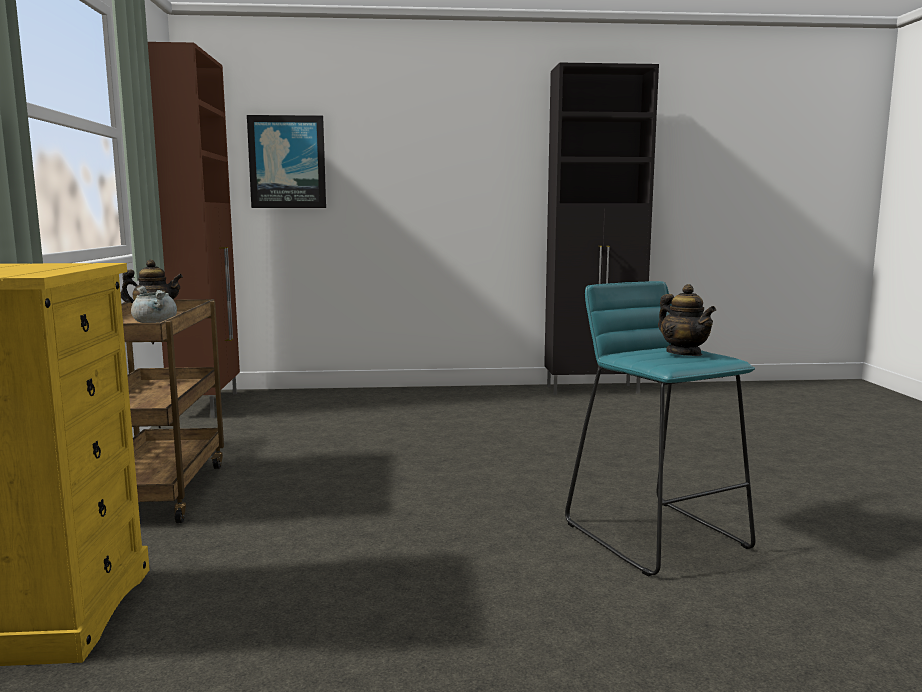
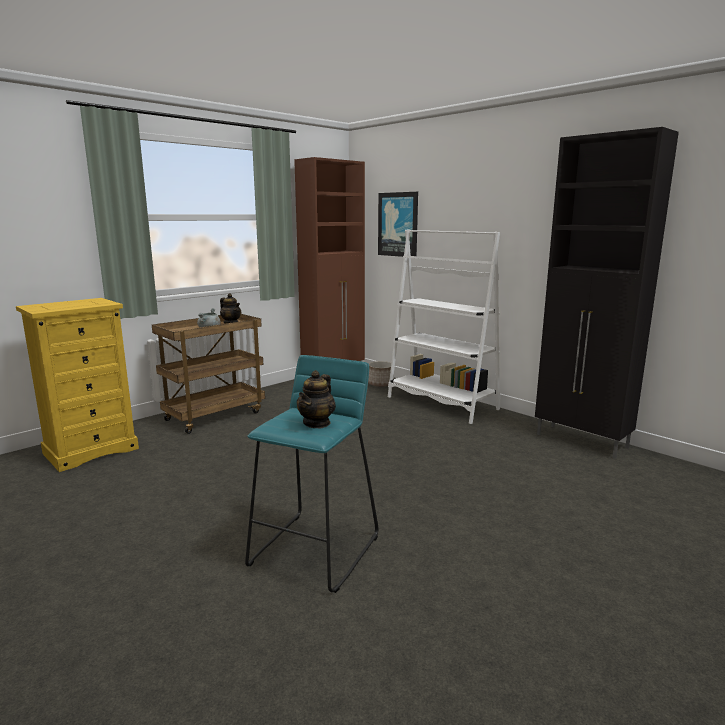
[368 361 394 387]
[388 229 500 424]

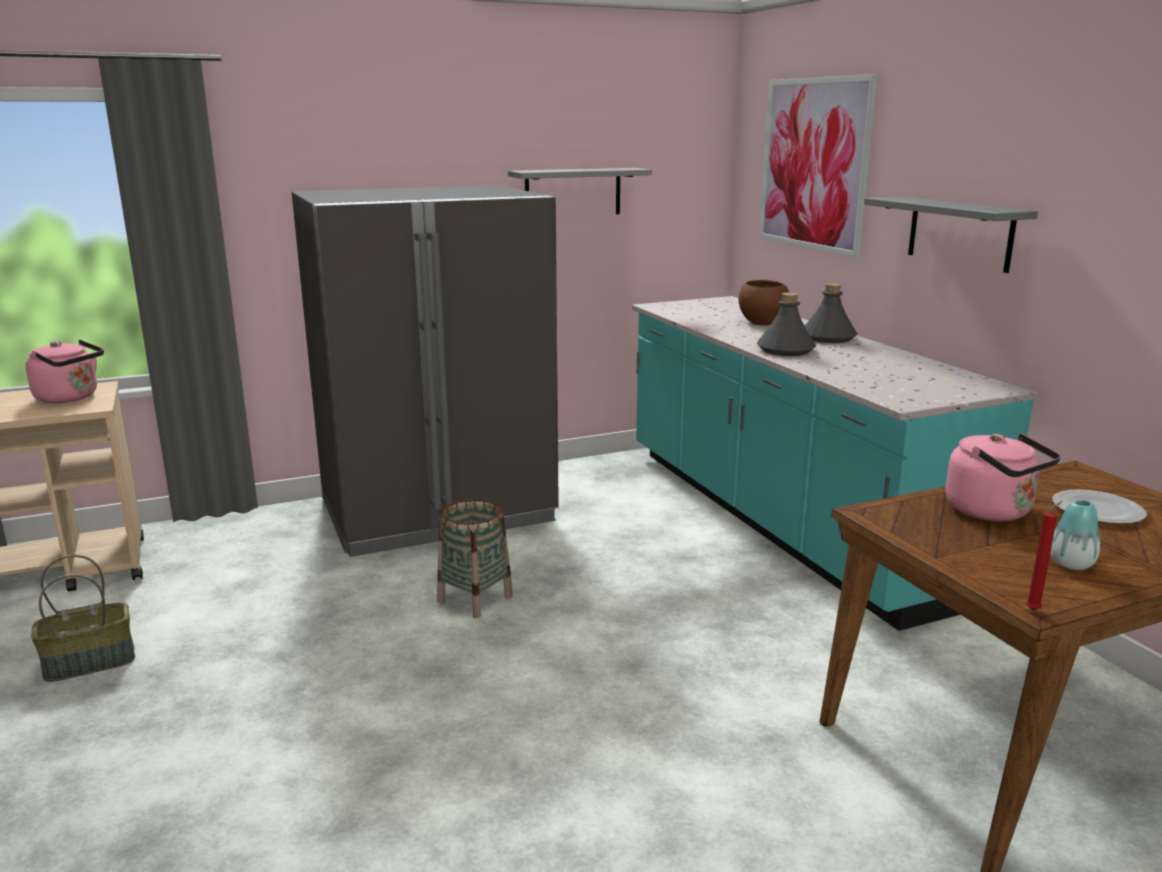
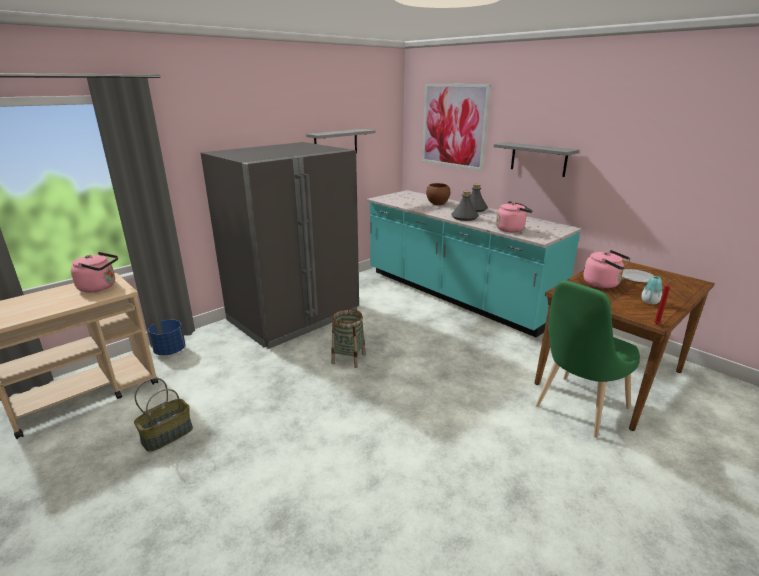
[148 320 185 355]
[496 201 533 232]
[536 280 640 438]

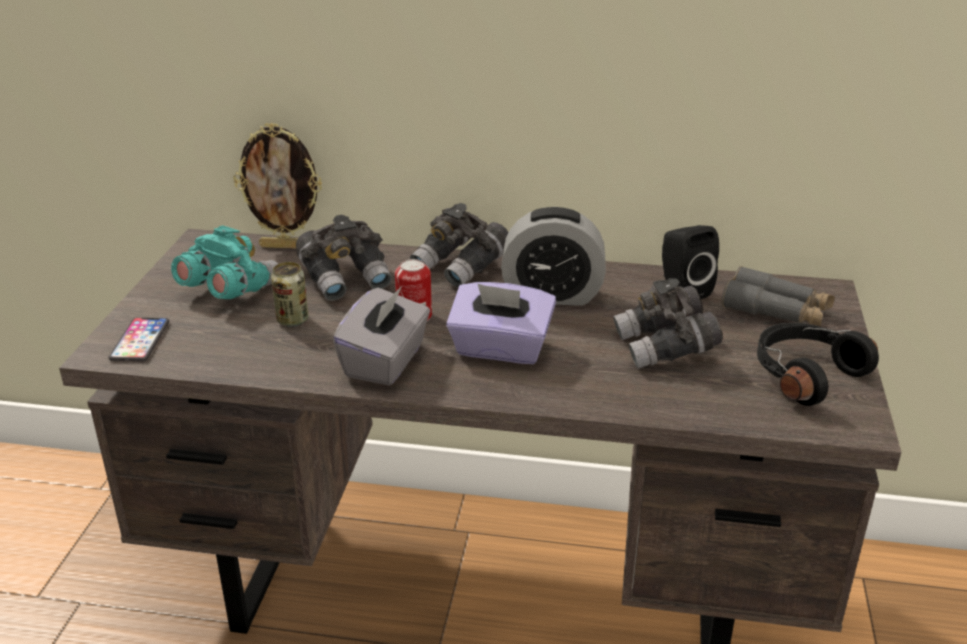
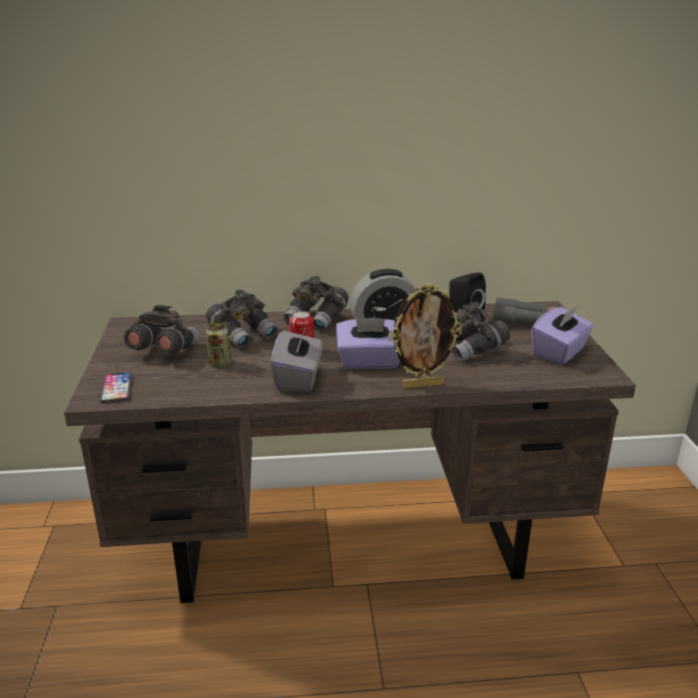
[124 305 200 355]
[390 283 462 388]
[531 305 594 365]

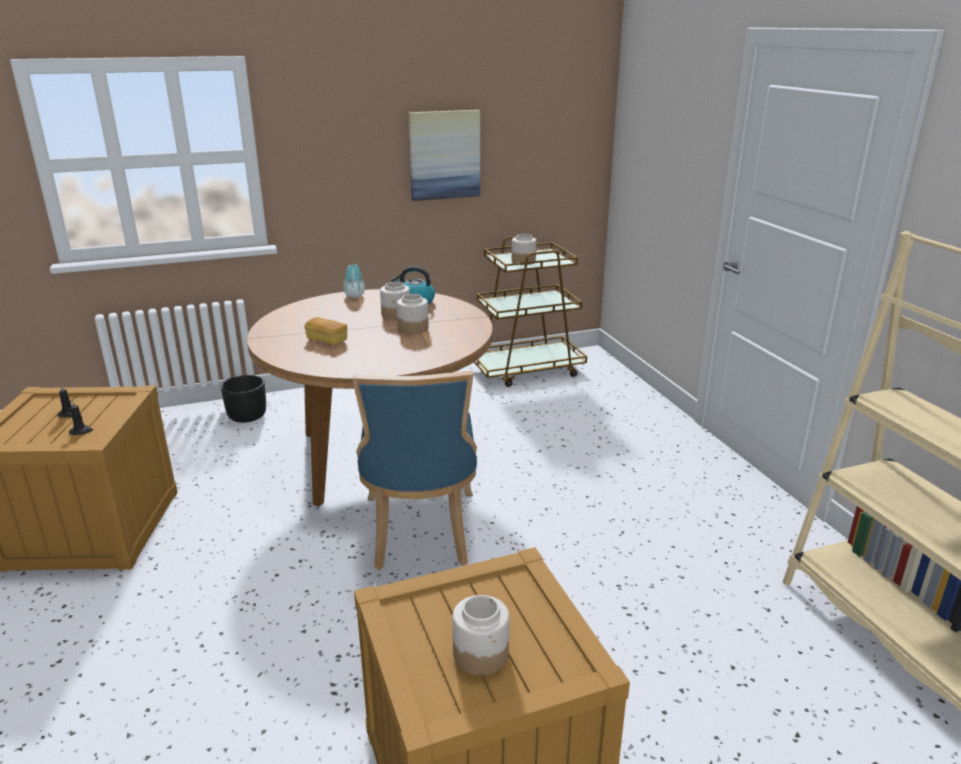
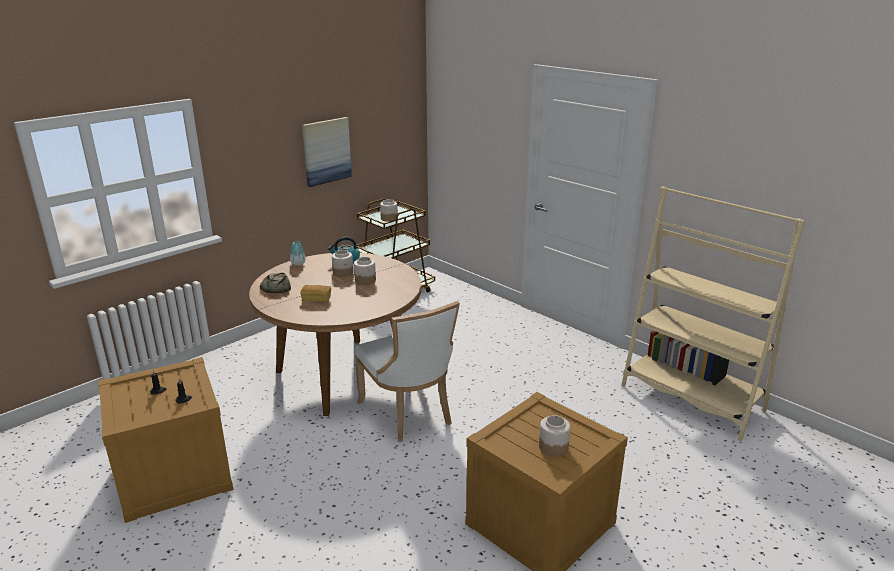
[260 273 291 293]
[355 301 460 442]
[221 375 266 423] (first image)

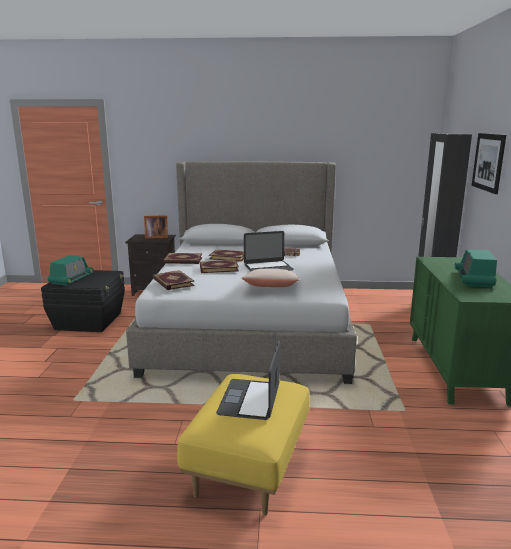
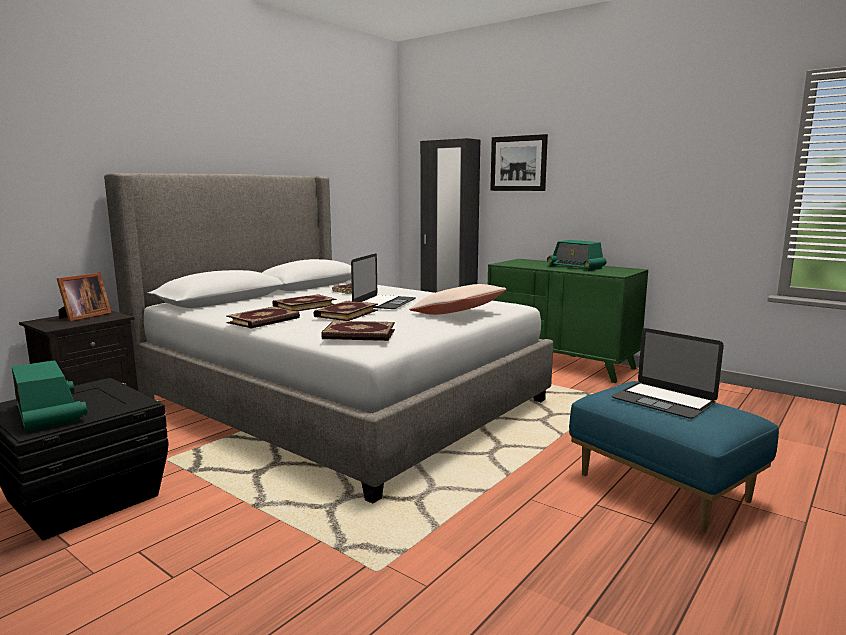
[569 381 779 532]

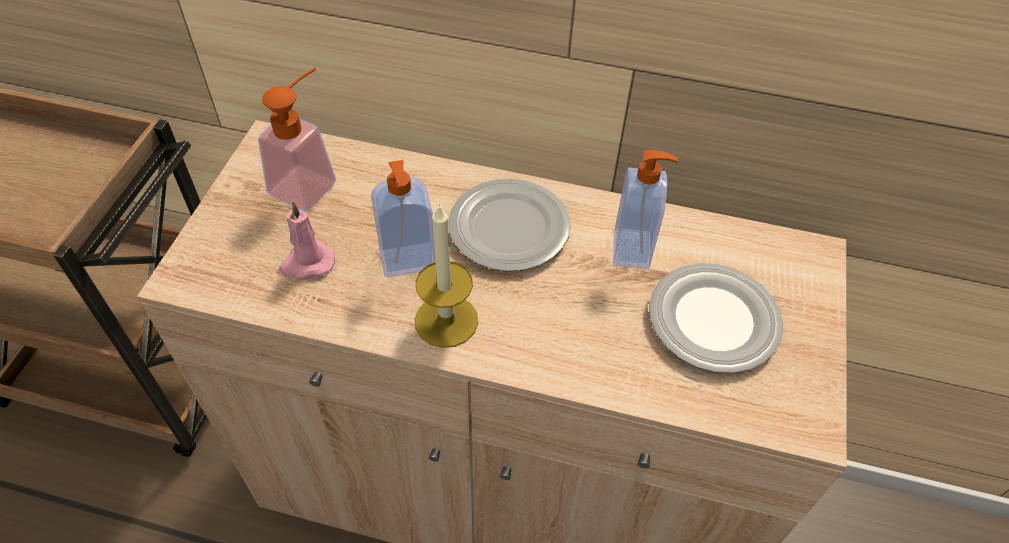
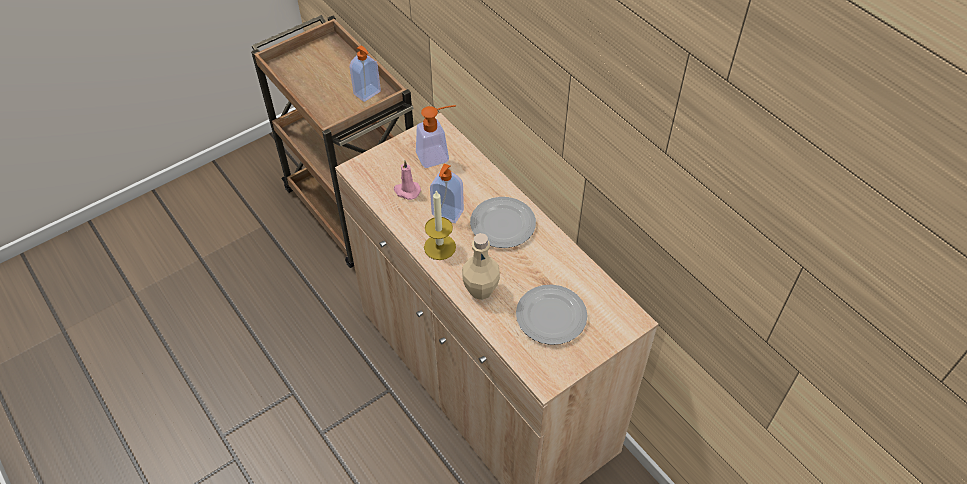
[350 46 381 102]
[462 233 500 300]

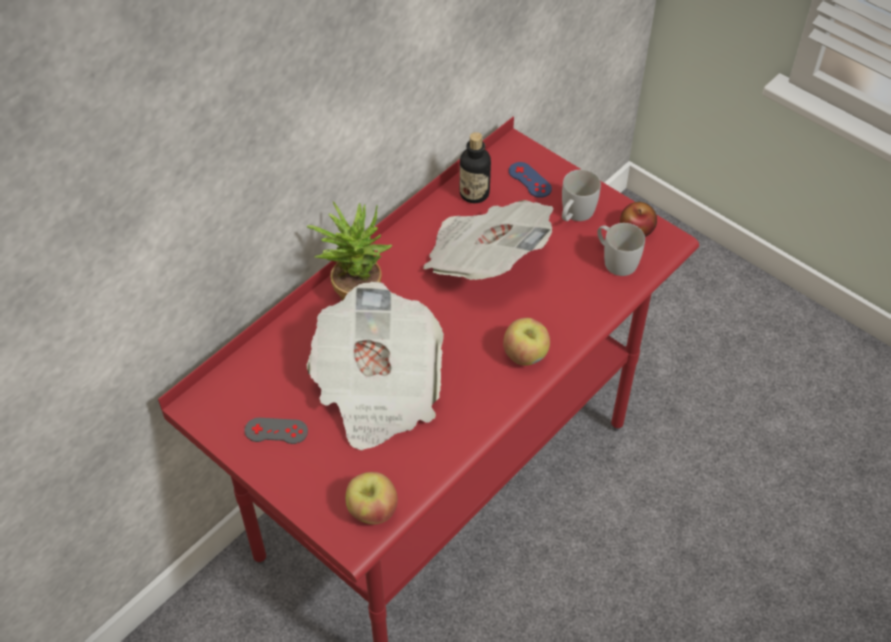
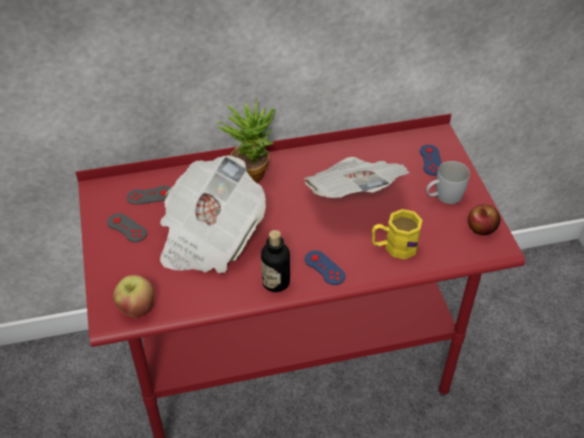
[126 186 171 205]
[261 230 290 292]
[305 250 345 285]
[372 209 422 259]
[597 223 645 276] (first image)

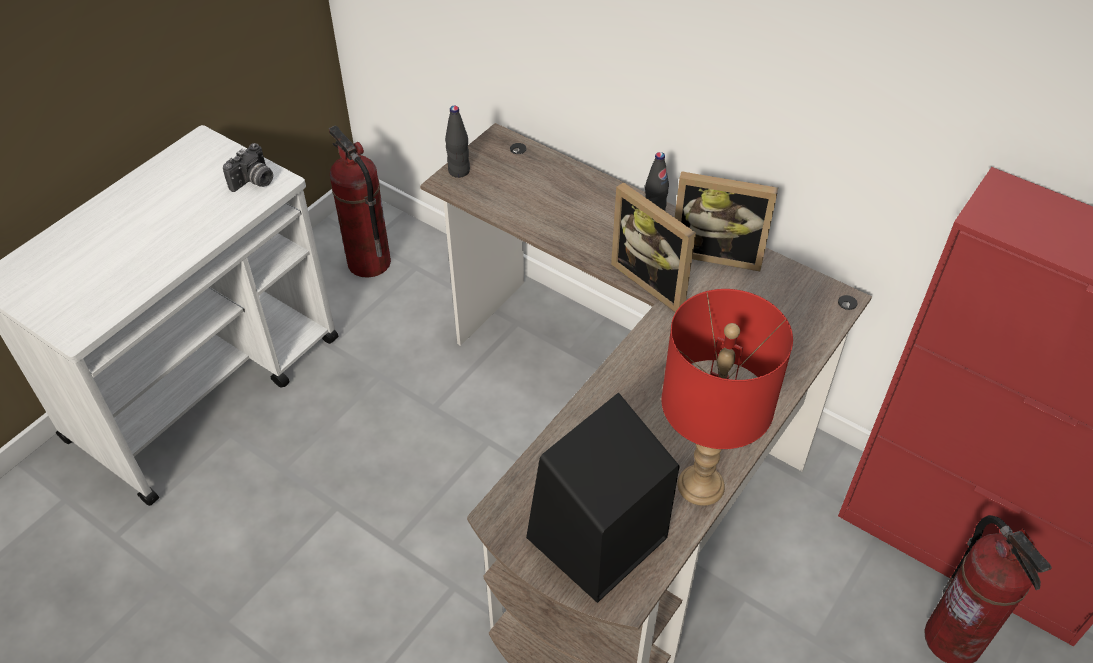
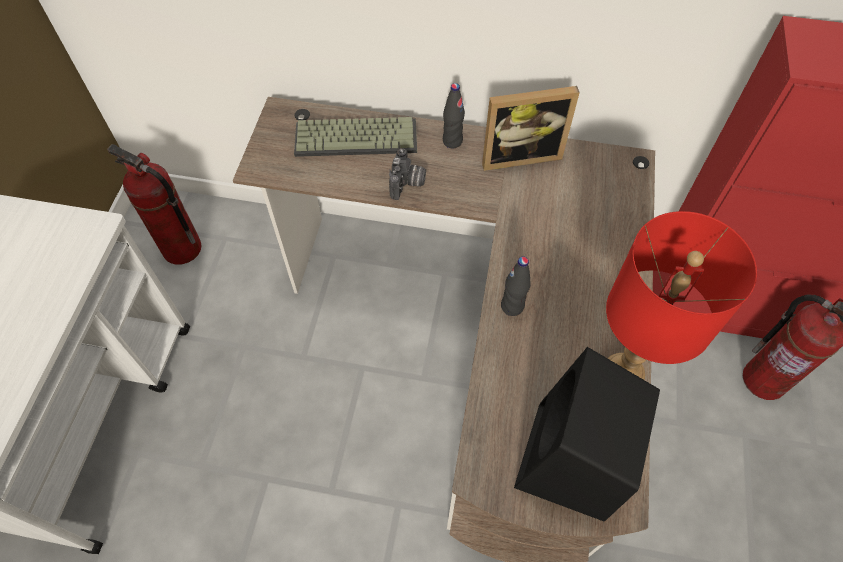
[294 117 417 157]
[389 148 426 200]
[501 257 531 316]
[611 182 696 312] (first image)

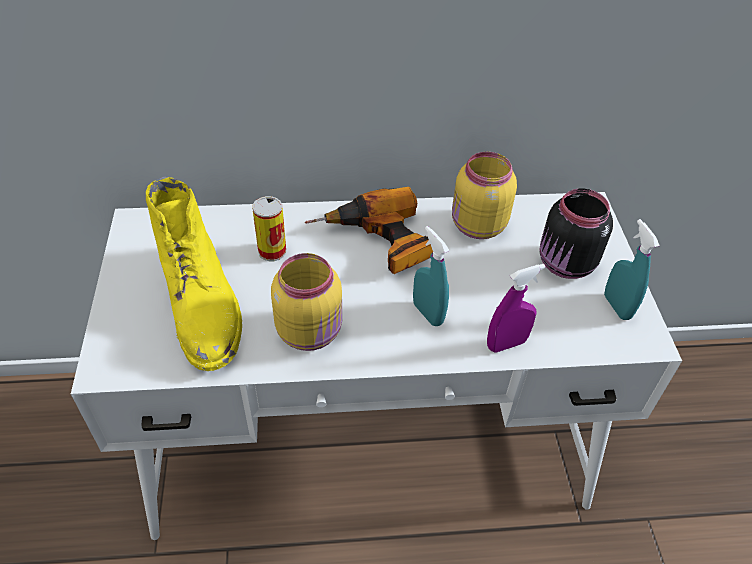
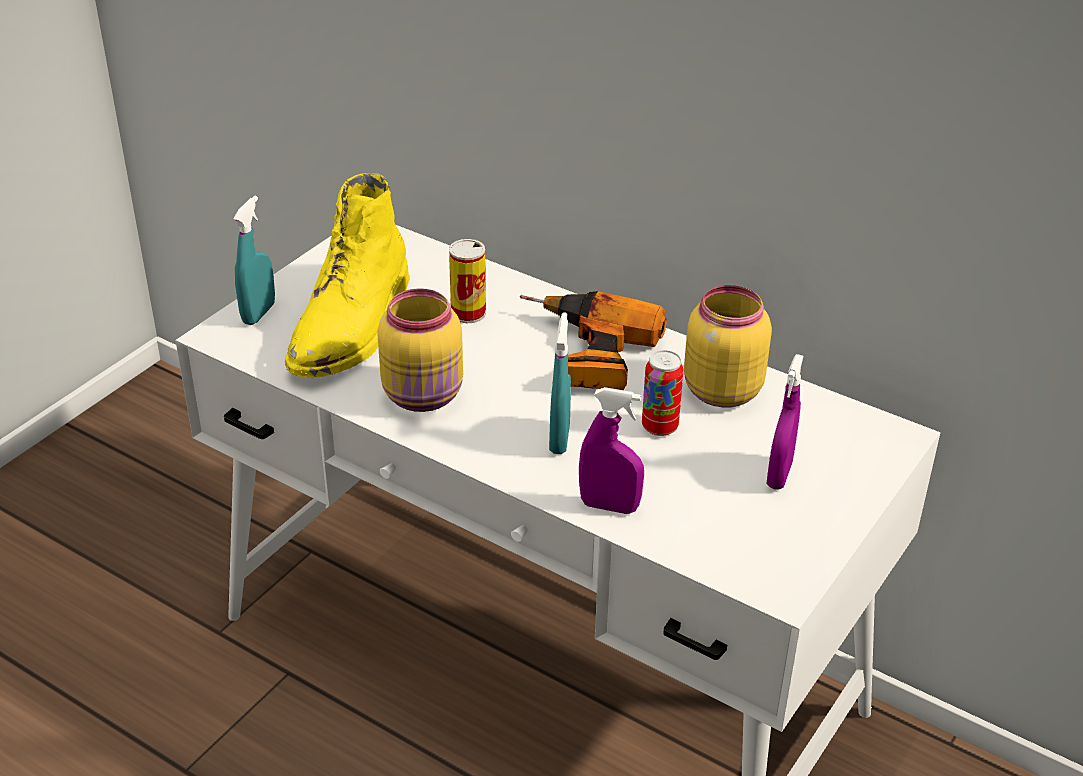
[234 196 275 325]
[642 350 683 436]
[766 354 803 490]

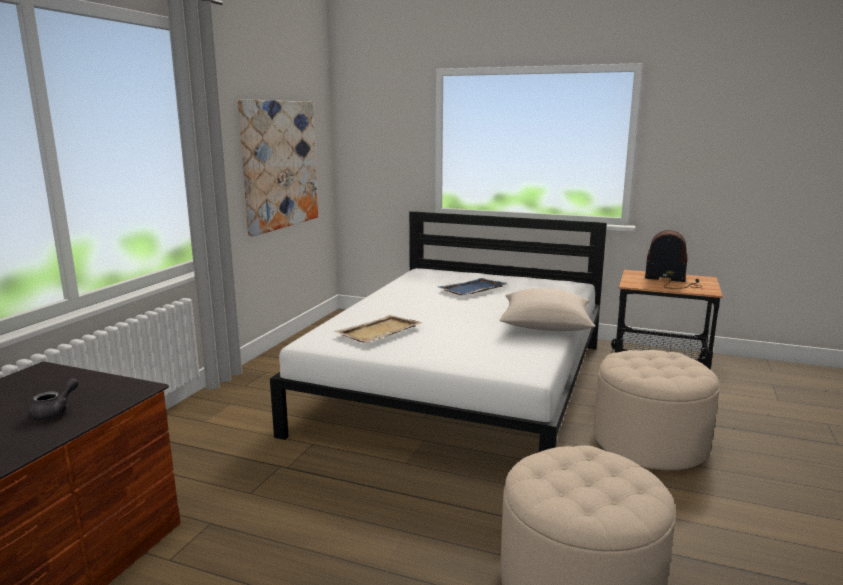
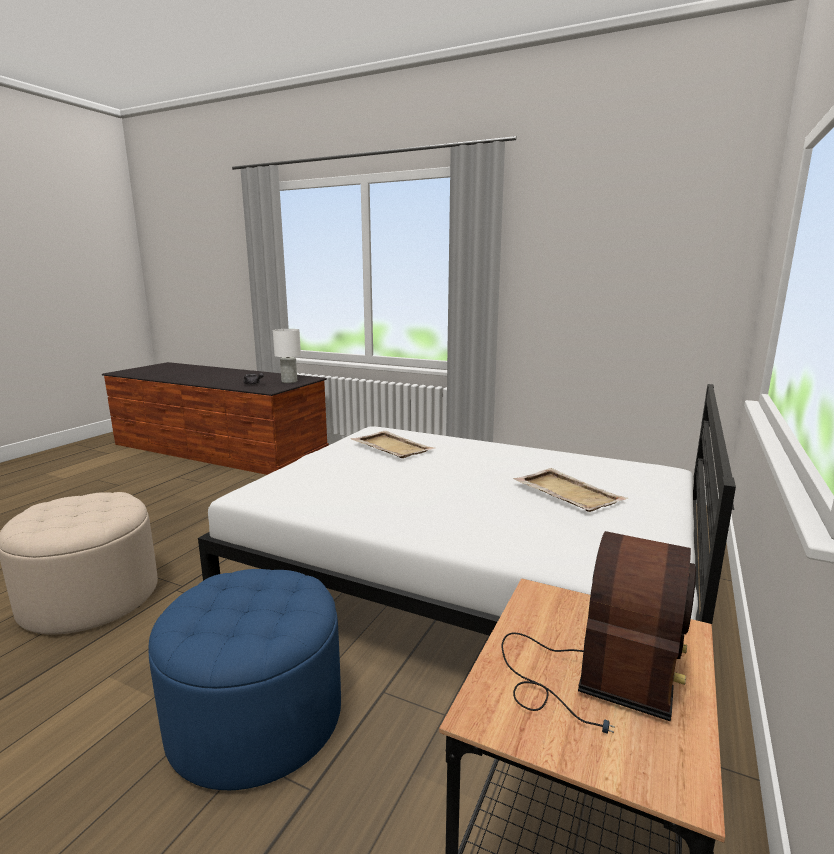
[148 569 341 790]
[273 329 301 383]
[513 468 628 512]
[238 99 318 236] (first image)
[499 288 596 331] (first image)

